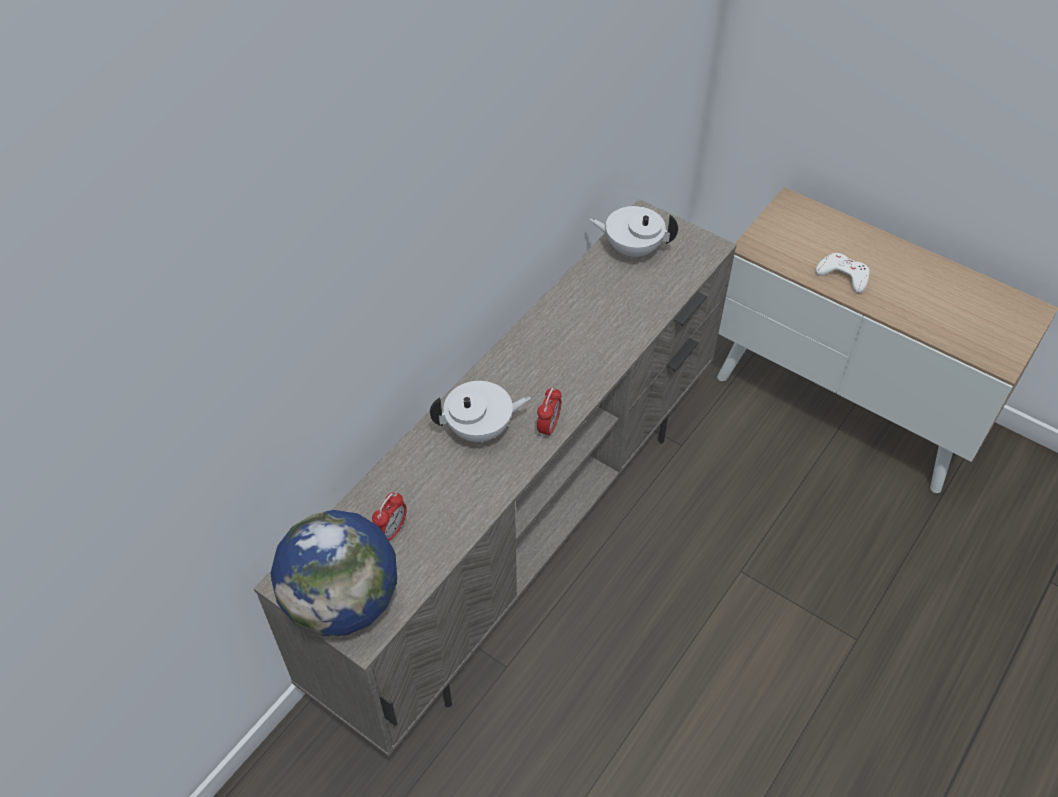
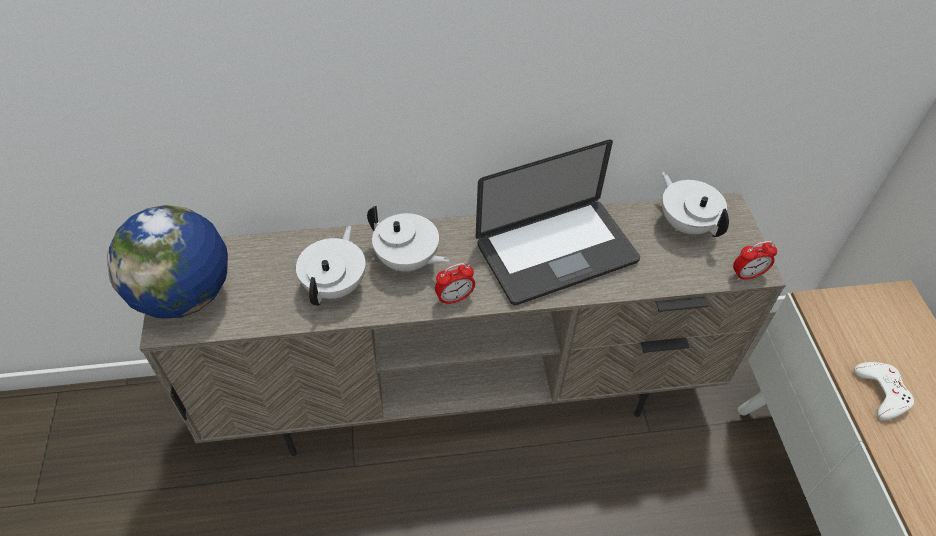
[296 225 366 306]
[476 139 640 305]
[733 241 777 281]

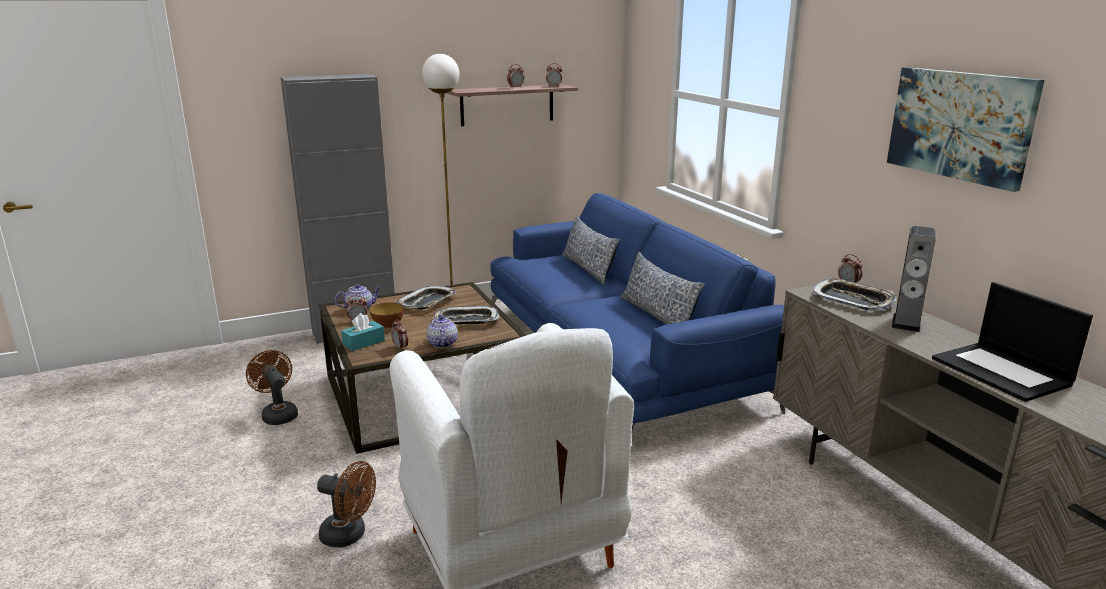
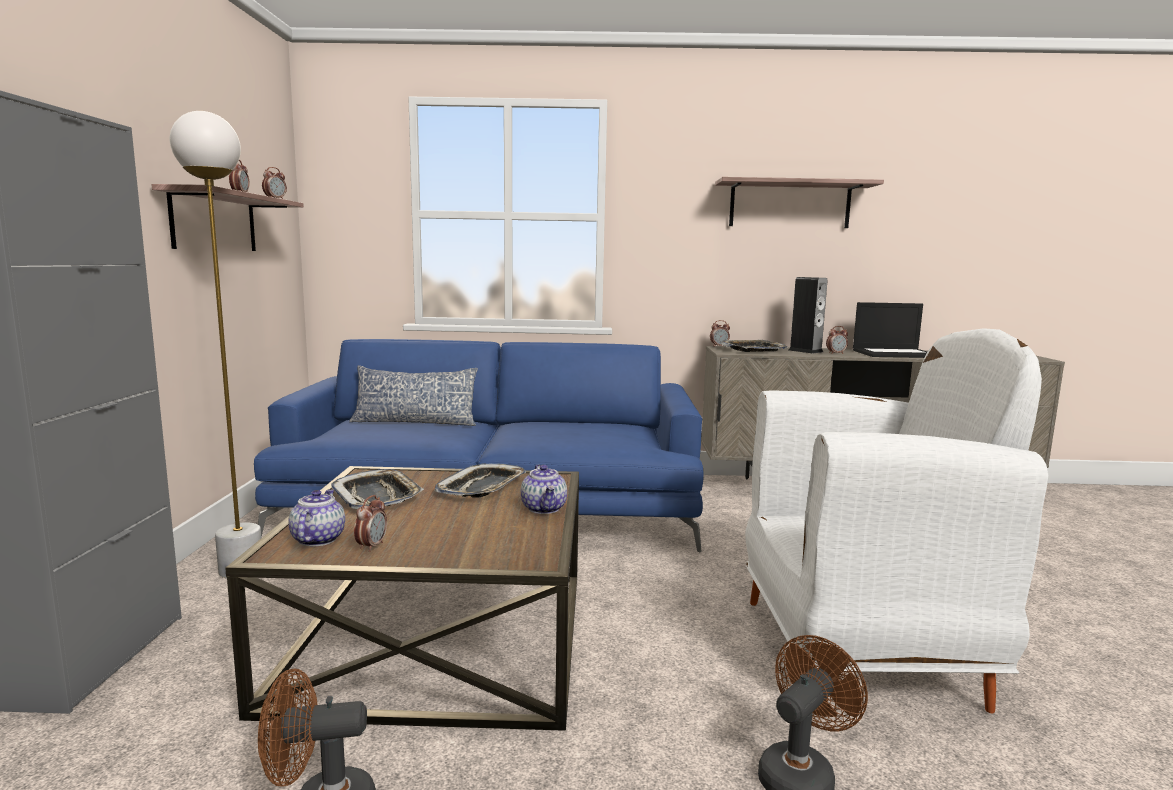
[521 465 567 514]
[715 177 884 228]
[826 326 848 354]
[341 313 385 351] (first image)
[370 302 404 329] (first image)
[620 252 705 325] (first image)

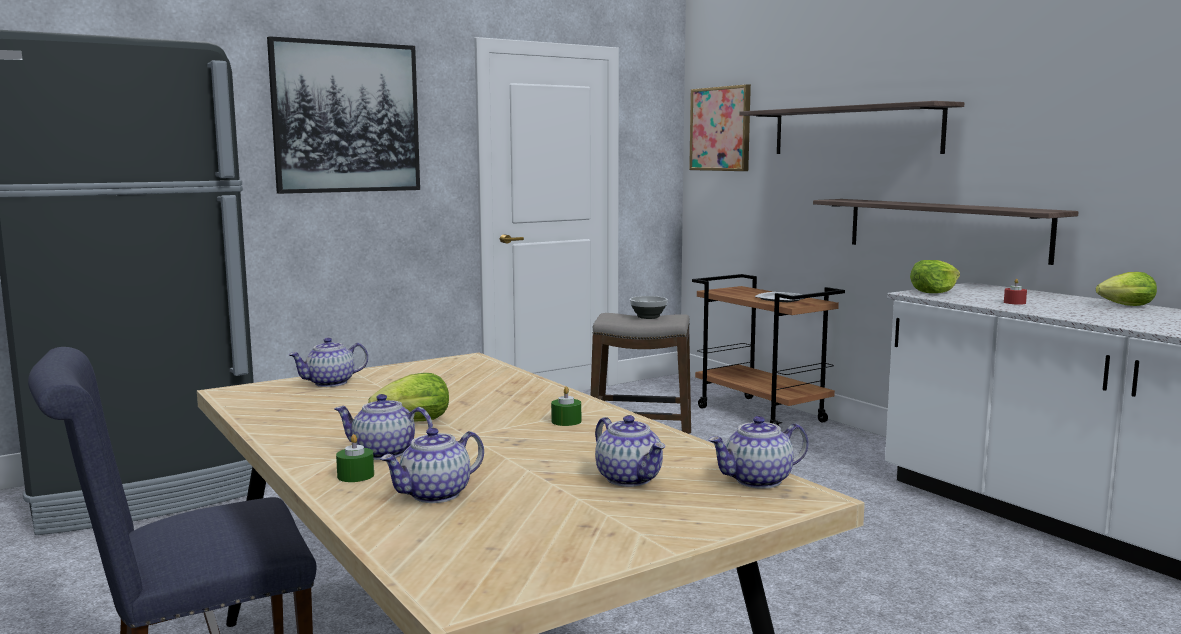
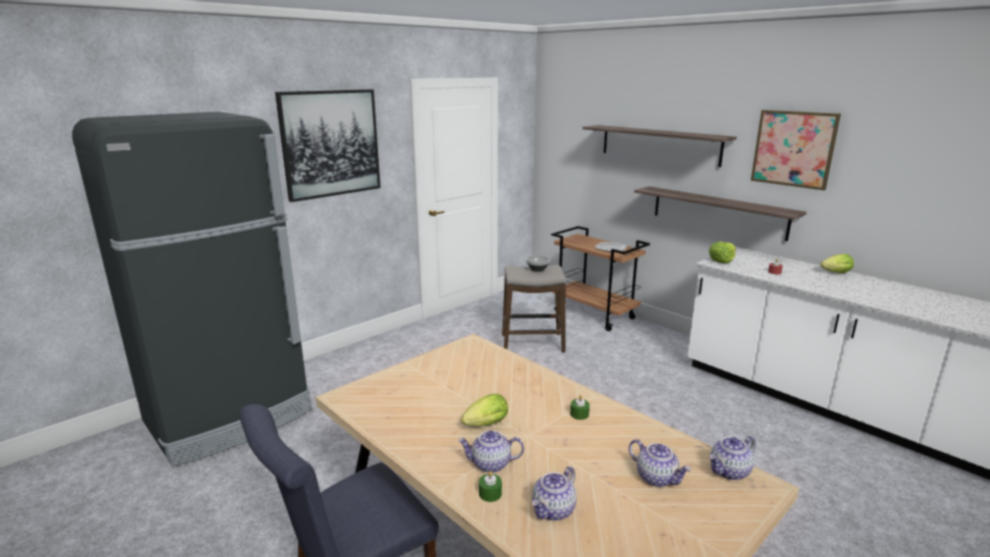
[751 110 841 190]
[288 338 368 387] (first image)

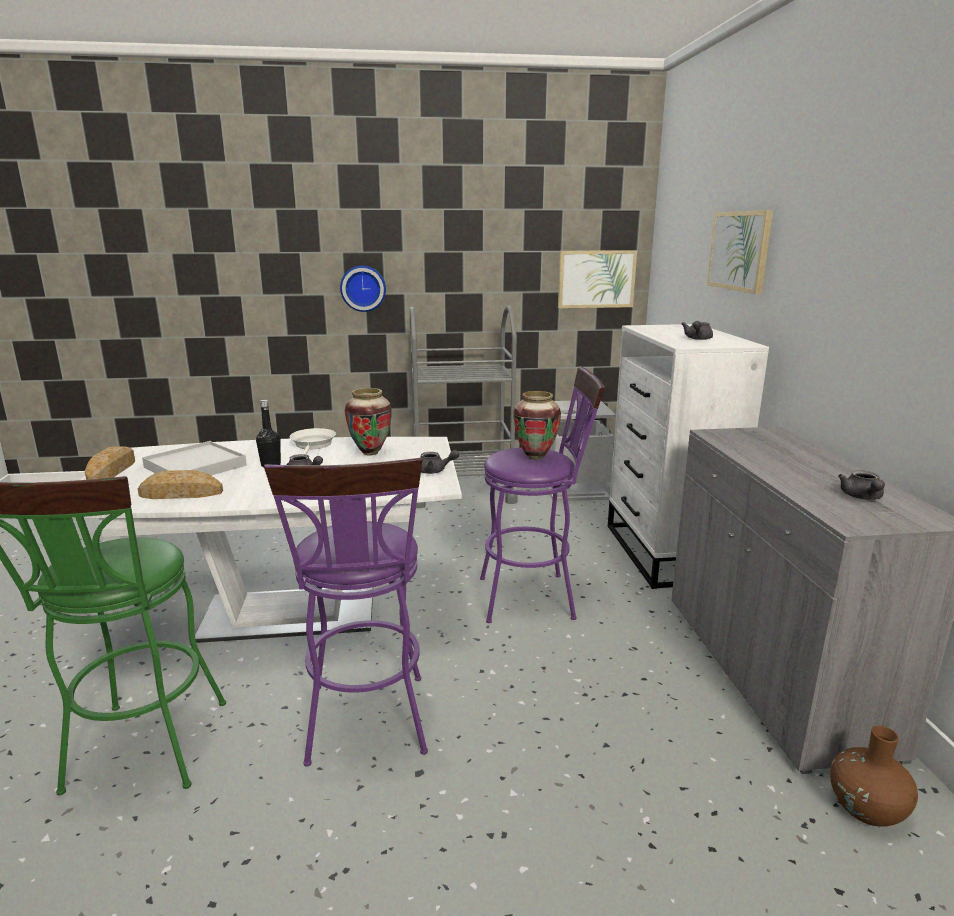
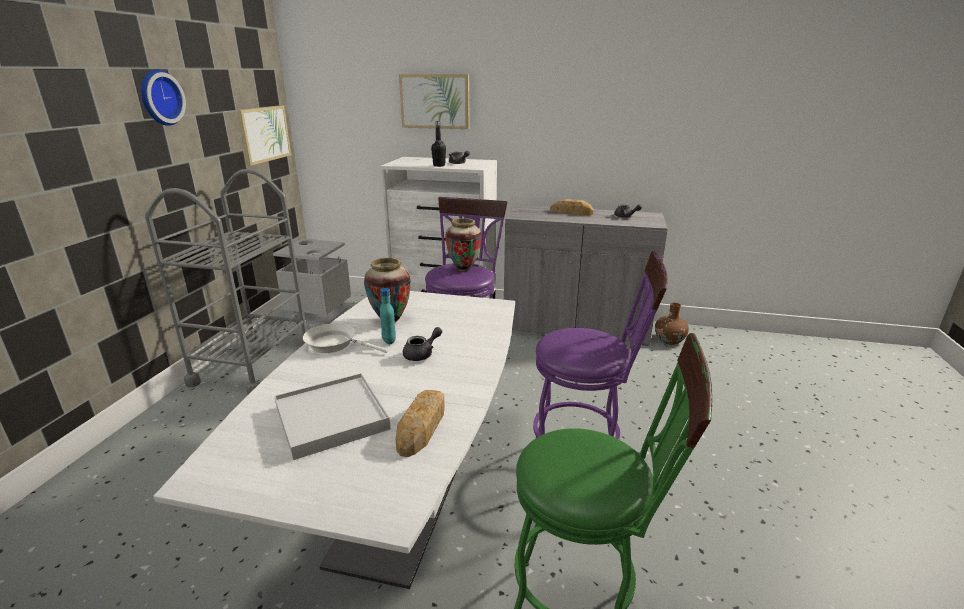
[141 70 186 126]
[380 288 396 344]
[431 121 446 167]
[550 199 594 215]
[420 450 459 474] (first image)

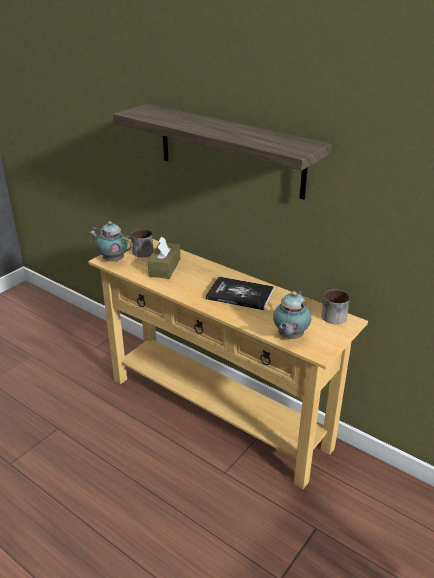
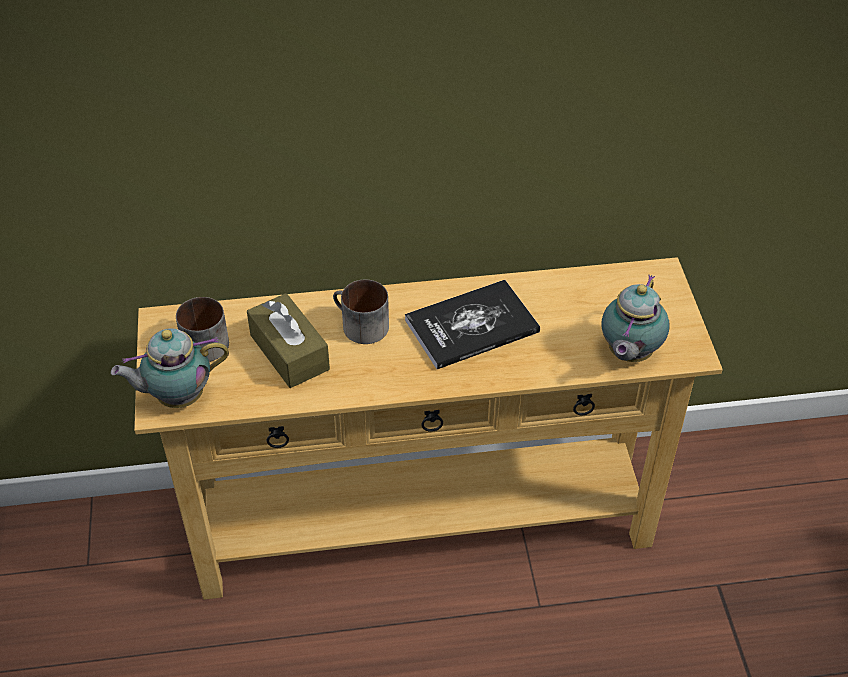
[333 280 389 344]
[602 275 669 362]
[113 103 332 200] (first image)

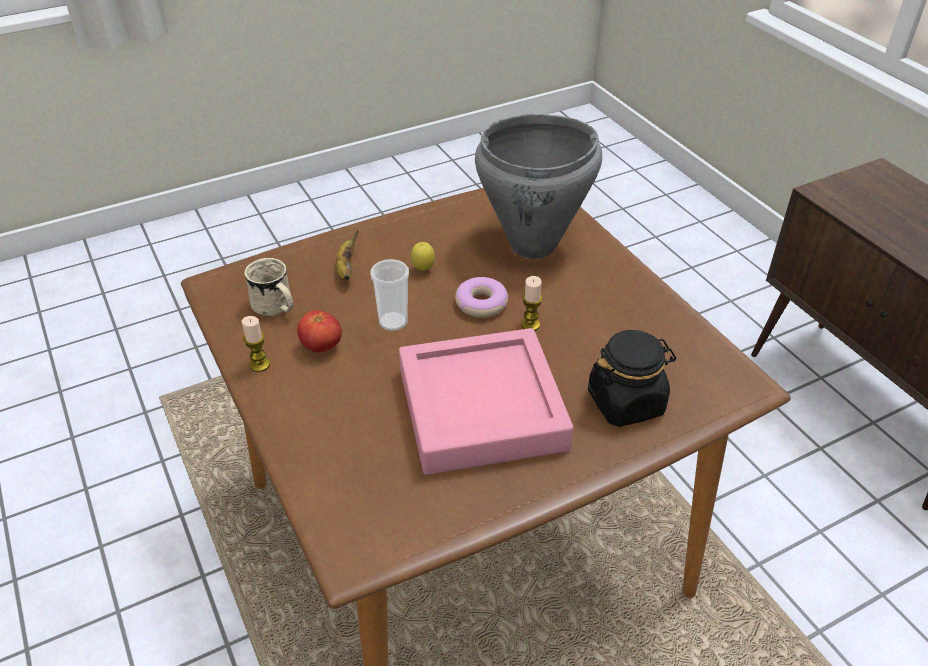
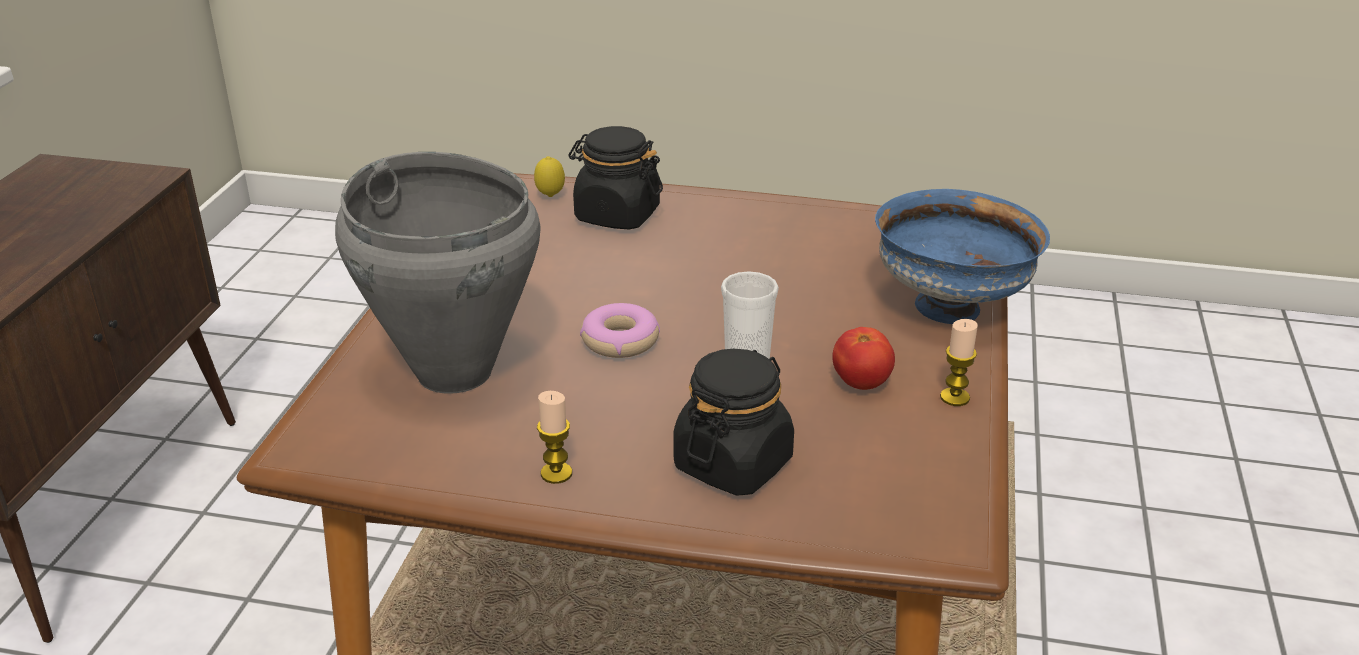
[534 156 565 197]
[537 391 572 484]
[673 349 794 496]
[875 189 1050 324]
[244 258 294 316] (first image)
[399 328 573 475] (first image)

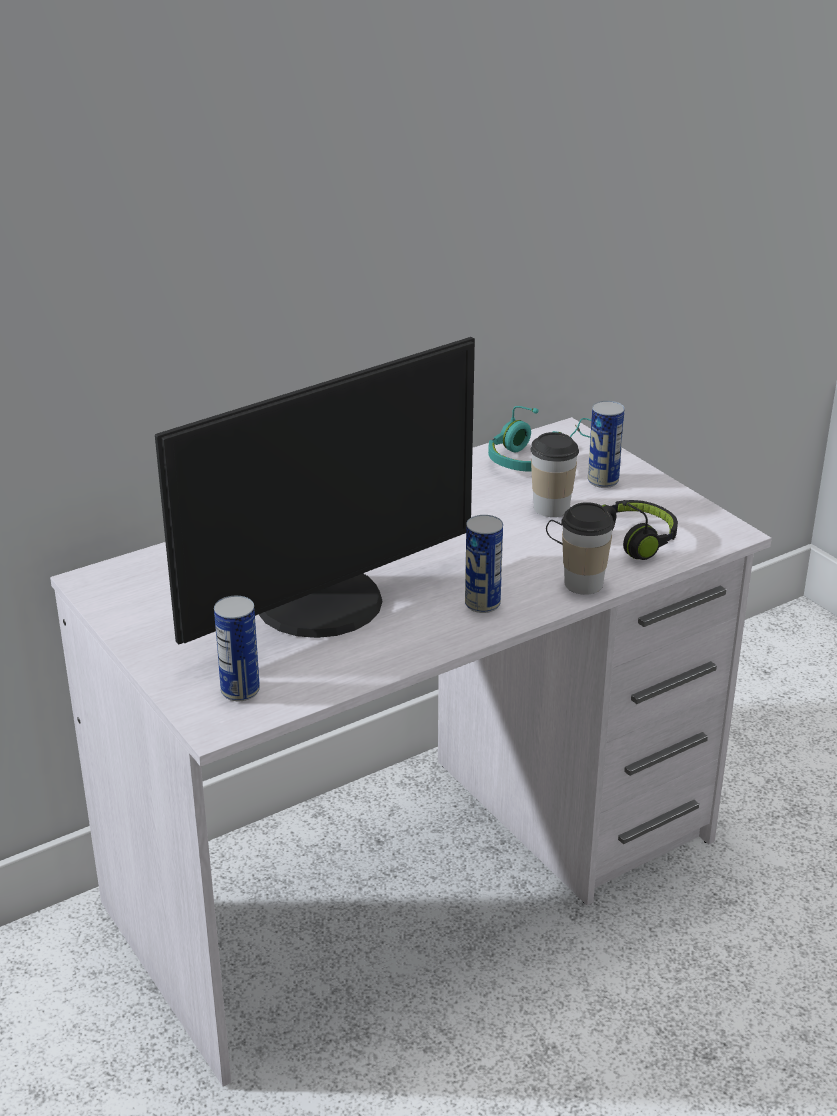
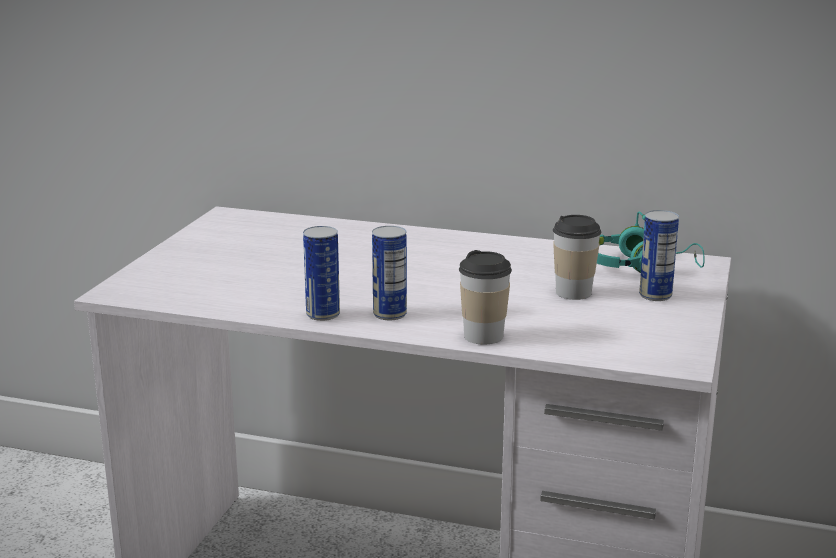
[303 226 340 321]
[155 337 475 644] (first image)
[546 500 678 560] (first image)

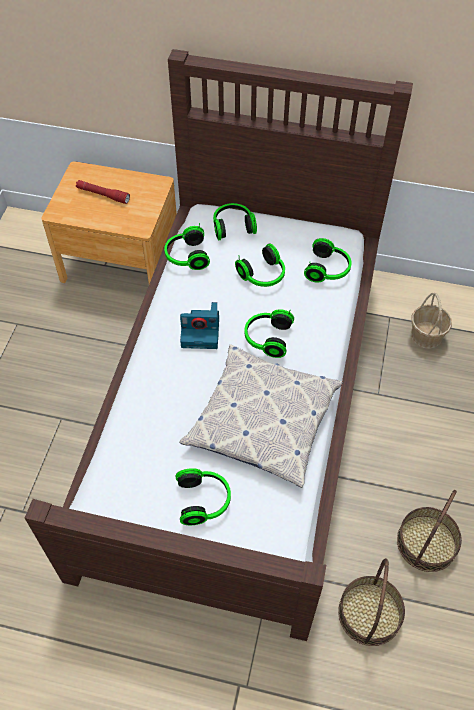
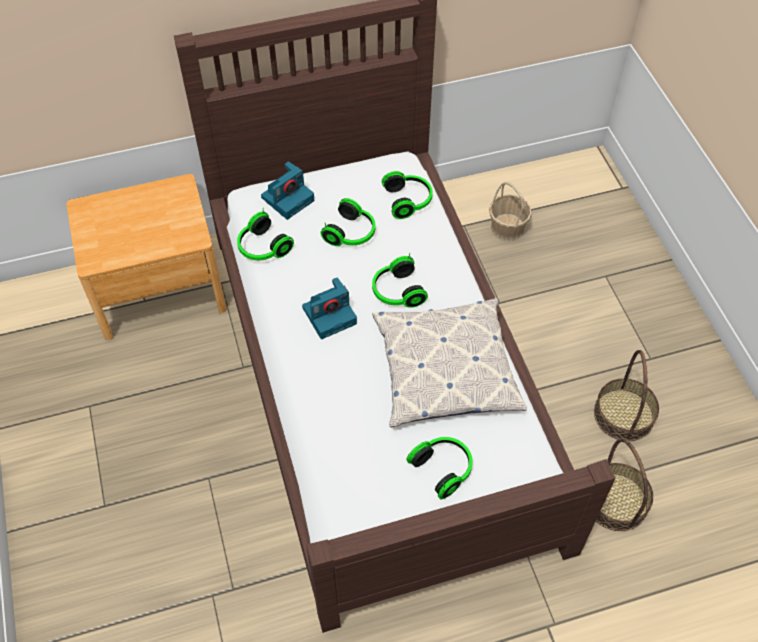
[261 161 314 220]
[76 180 130 204] (first image)

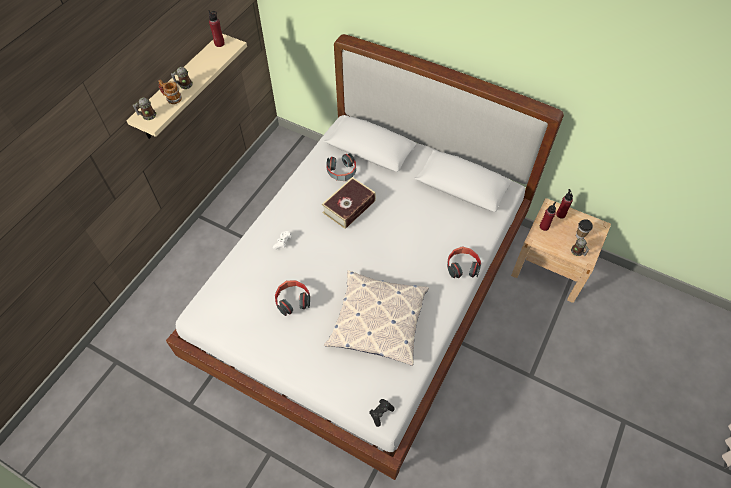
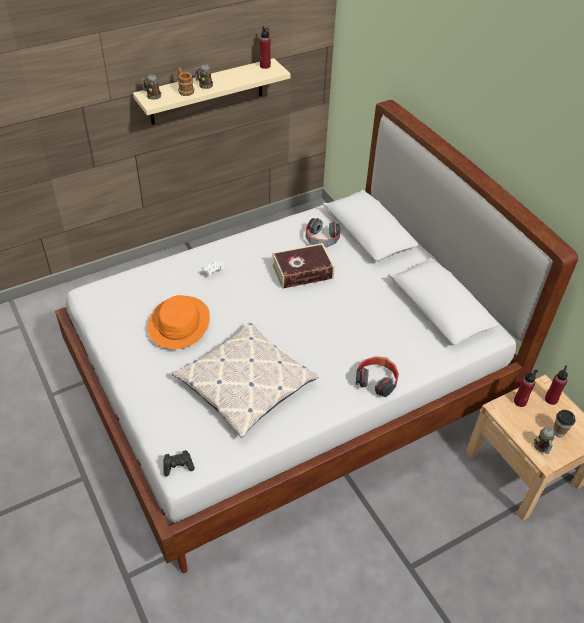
[148 295 210 349]

